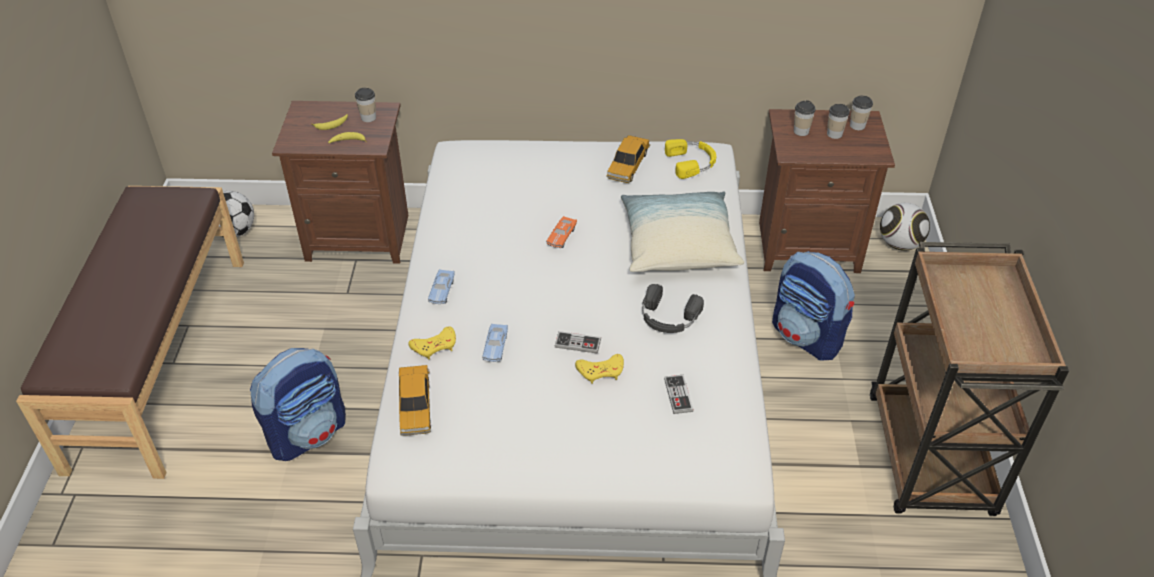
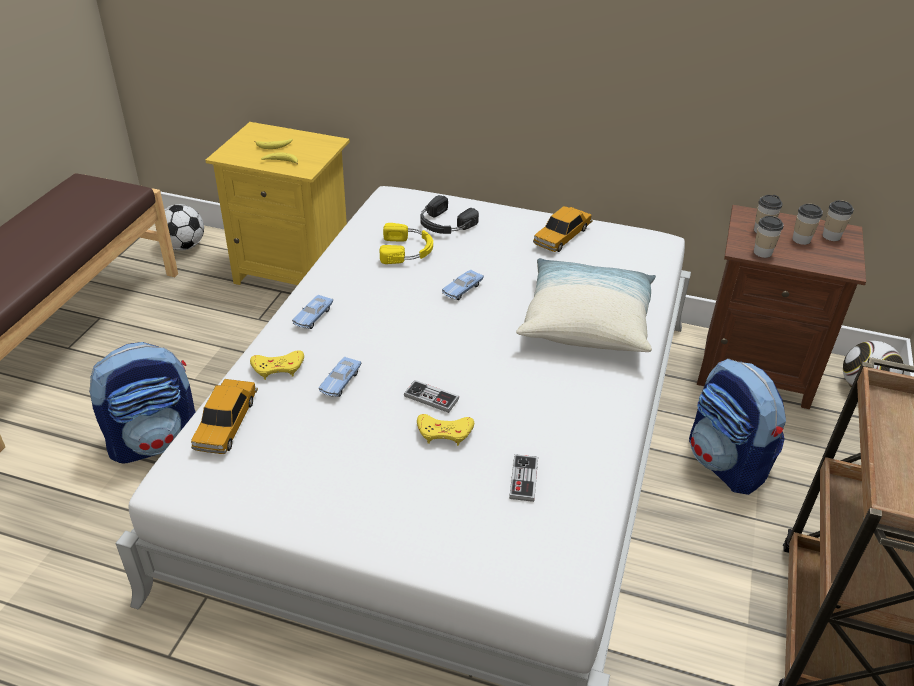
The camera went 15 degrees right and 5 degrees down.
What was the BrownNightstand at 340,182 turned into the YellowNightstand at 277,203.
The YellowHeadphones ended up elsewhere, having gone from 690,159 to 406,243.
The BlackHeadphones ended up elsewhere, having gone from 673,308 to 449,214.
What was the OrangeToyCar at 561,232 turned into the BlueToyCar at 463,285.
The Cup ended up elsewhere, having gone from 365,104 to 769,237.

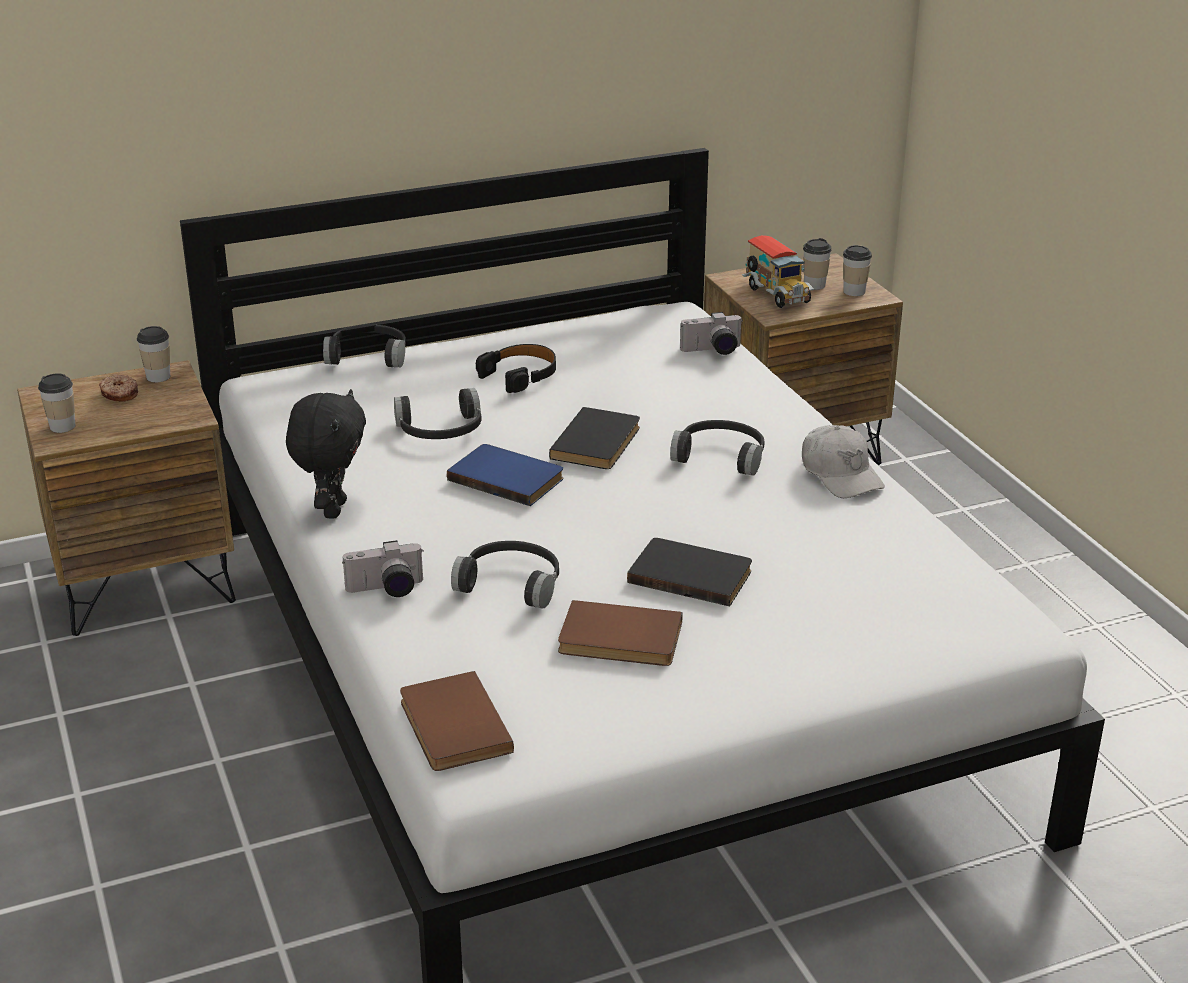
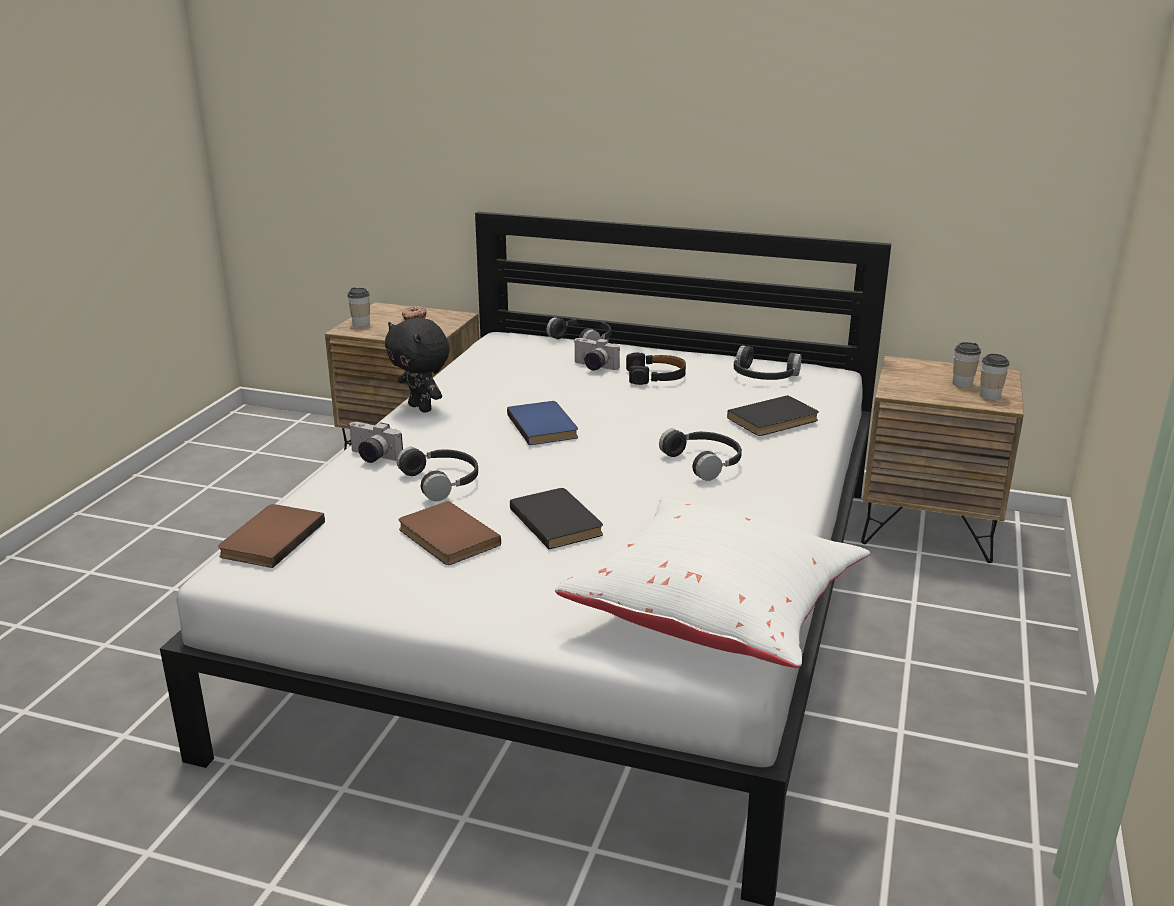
The camera went 40 degrees right and 5 degrees down.
The BlackPlushToy at 326,454 ended up facing another way, 90 degrees clockwise from before.
The second view gained the WhitePillow at 712,583.
The PhotoCamera ended up elsewhere, having gone from 711,333 to 596,354.
The BlackBook ended up elsewhere, having gone from 594,438 to 773,415.
The BlackHeadphones ended up elsewhere, having gone from 438,413 to 767,362.
The second view lost the Cup at 153,354.
The second view lost the ToyTruck at 778,271.
The second view lost the WhiteCap at 843,461.

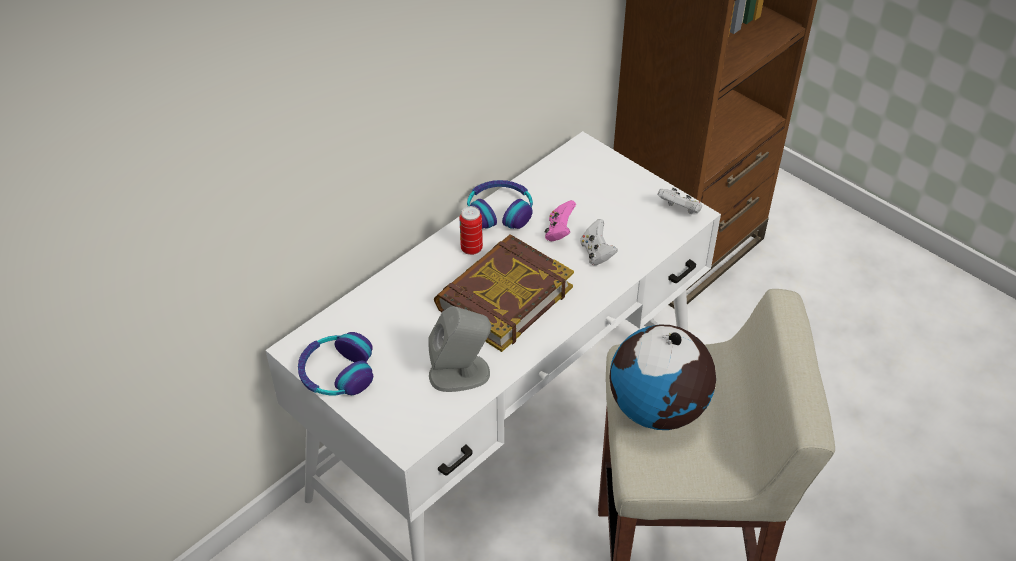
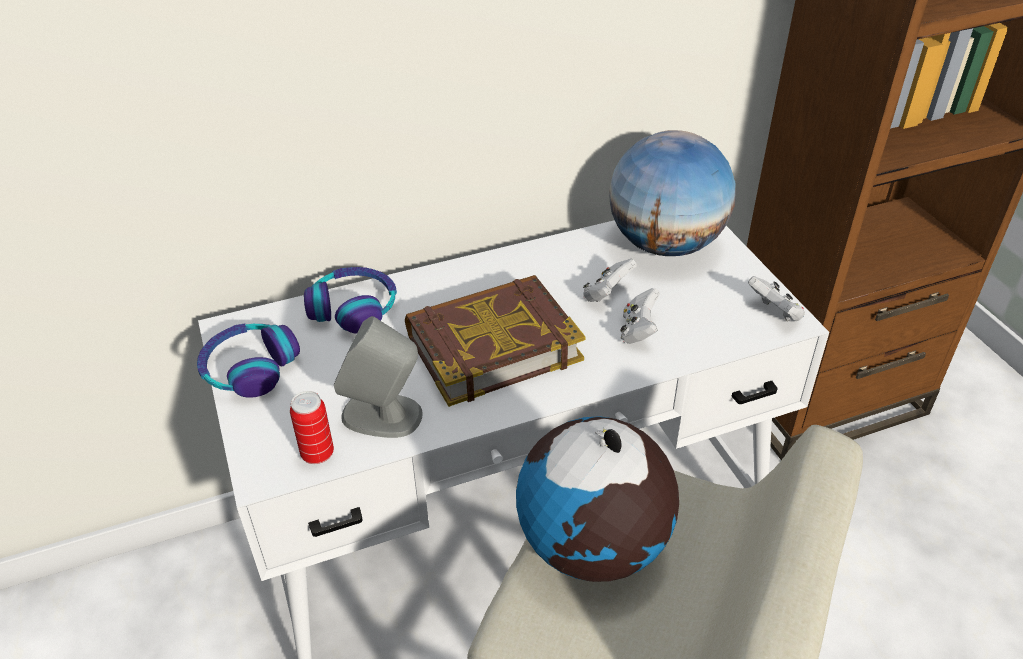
The camera went 25 degrees right and 5 degrees down.
The Can ended up elsewhere, having gone from 471,230 to 312,427.
The Headphones ended up elsewhere, having gone from 500,204 to 350,300.
What was the PinkGameController at 560,220 turned into the WhiteGameController at 610,280.
The second view gained the Globe at 672,193.

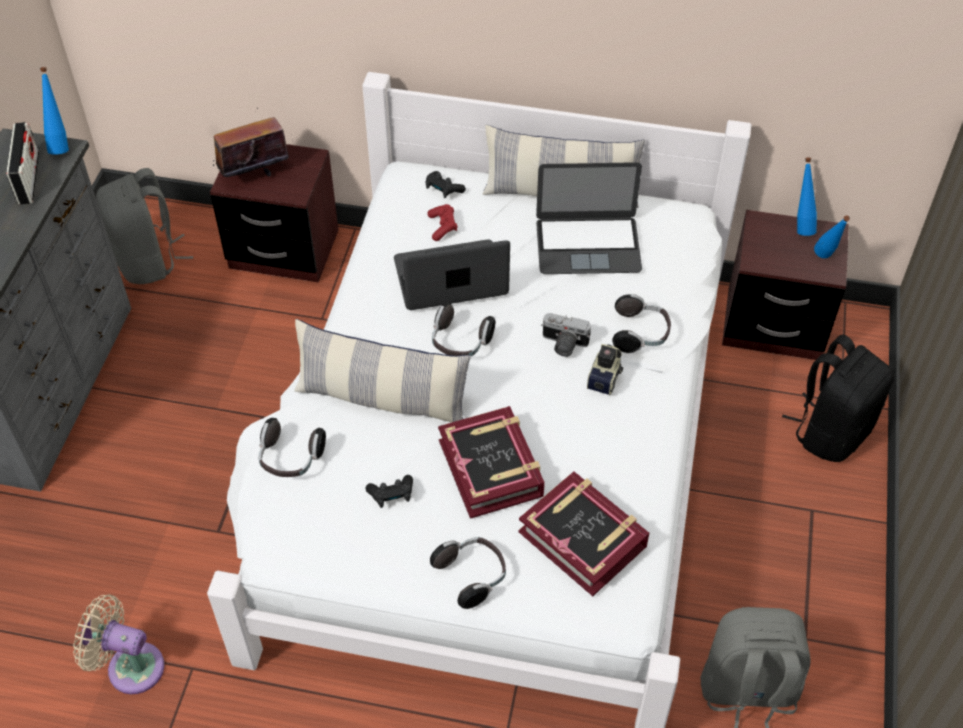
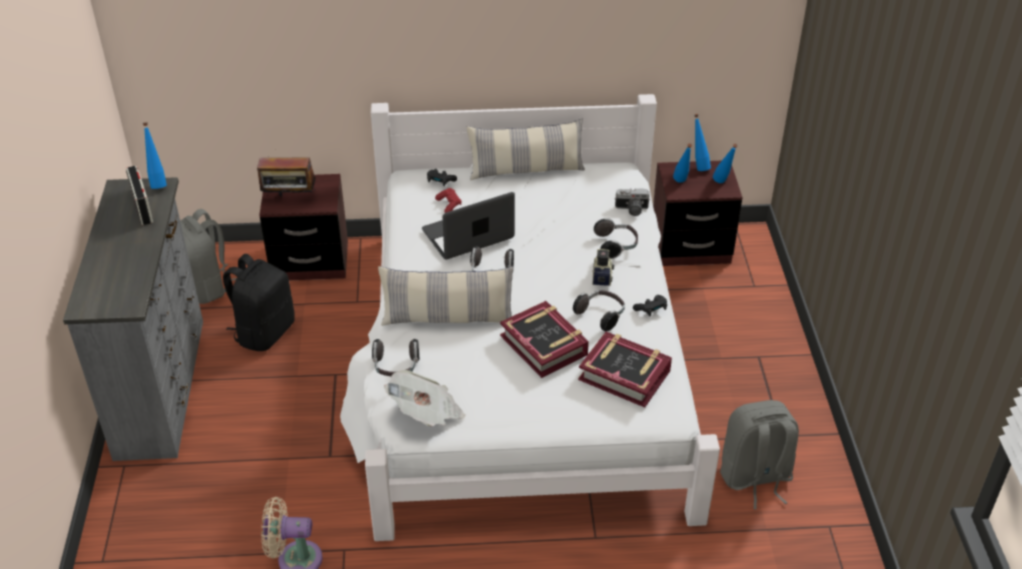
The camera went 15 degrees left and 10 degrees down.
The BlackBackpack ended up elsewhere, having gone from 838,398 to 259,302.
The Radio at 253,142 ended up facing another way, 135 degrees counterclockwise from before.
The second view gained the Newspaper at 424,398.
The Headphones ended up elsewhere, having gone from 468,573 to 599,310.
The PhotoCamera ended up elsewhere, having gone from 566,335 to 632,202.
The BlackGameController ended up elsewhere, having gone from 389,491 to 650,305.
The second view gained the BlueBottle at 682,163.
The second view lost the Laptop at 589,218.

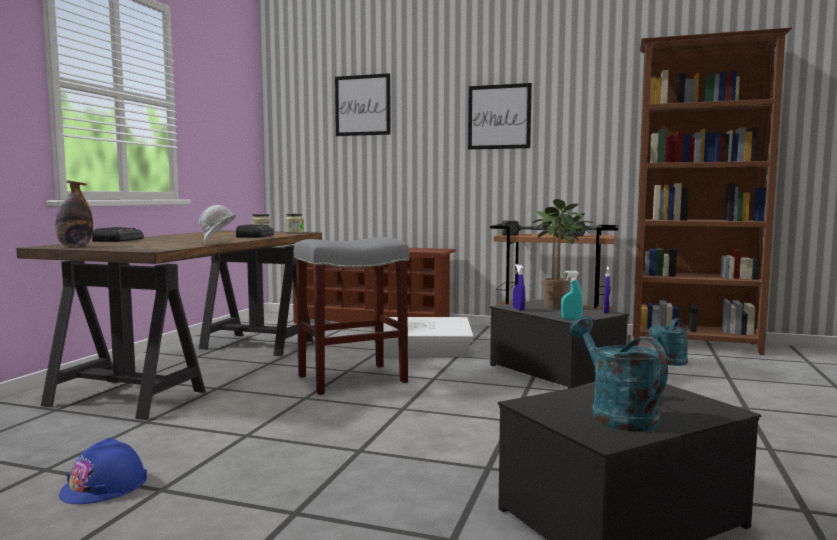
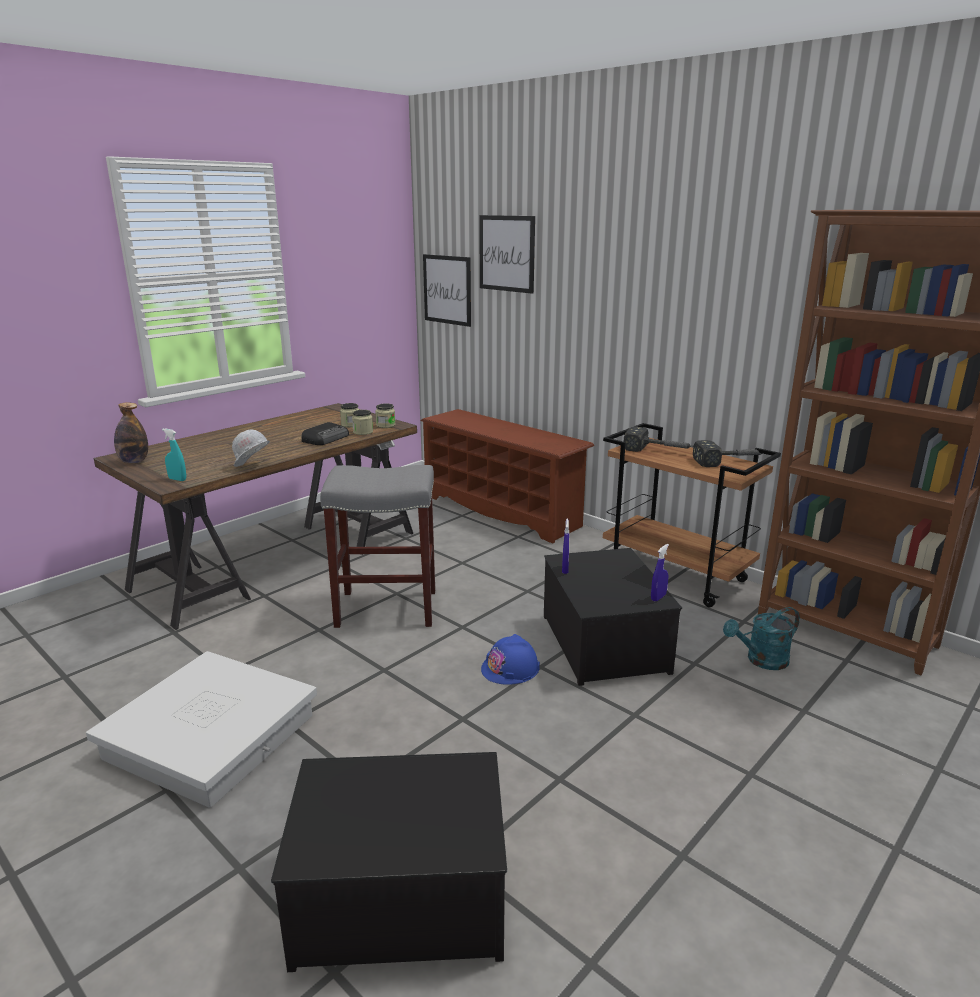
The camera went 25 degrees right and 15 degrees up.
The WhiteStorageBox ended up elsewhere, having gone from 423,337 to 201,729.
The TurquoiseSprayBottle ended up elsewhere, having gone from 572,295 to 174,454.
The second view gained the Jar at 362,422.
The Picture ended up elsewhere, having gone from 500,116 to 447,290.
The BlueHardHat ended up elsewhere, having gone from 103,471 to 510,659.
The second view lost the Radio at 118,234.
The second view lost the PottedPlant at 563,254.
The second view lost the TurquoiseWateringCan at 618,374.

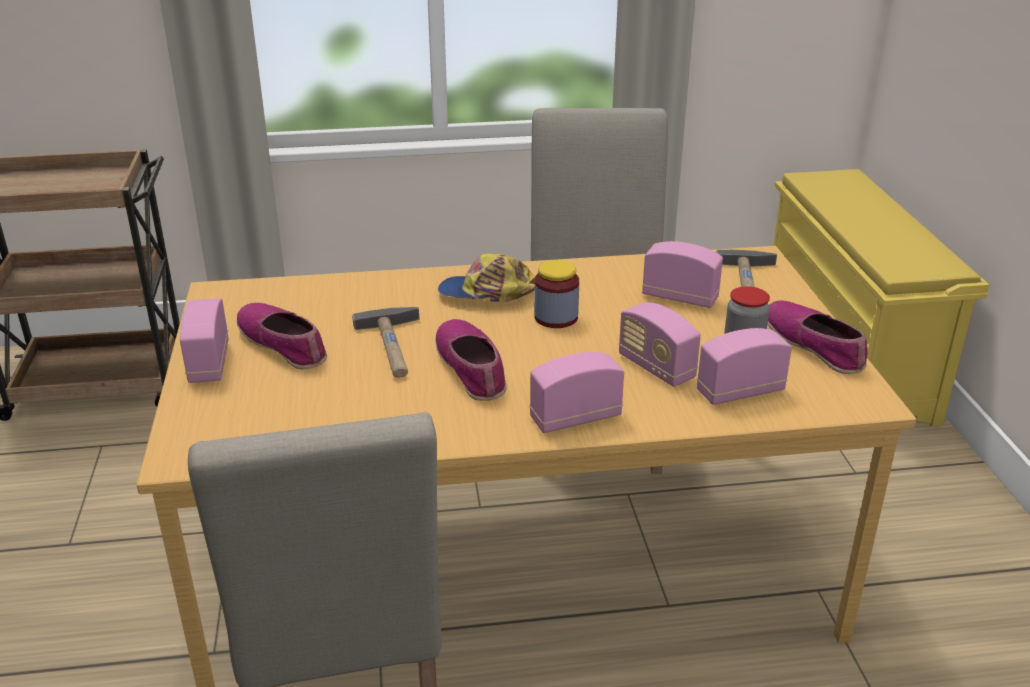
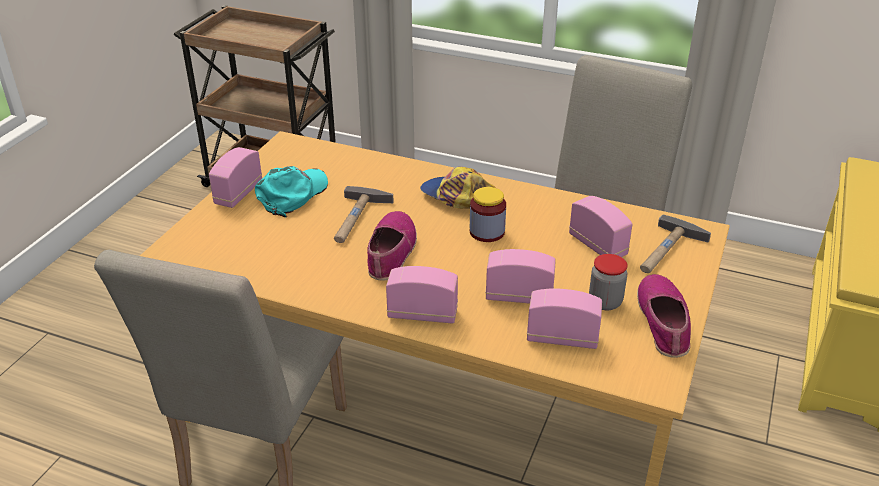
The camera went 30 degrees right and 5 degrees up.
Where the Shoe stood at 282,336, the TurquoiseCap came to stand at 291,191.
The Radio at 660,344 ended up facing another way, 105 degrees clockwise from before.

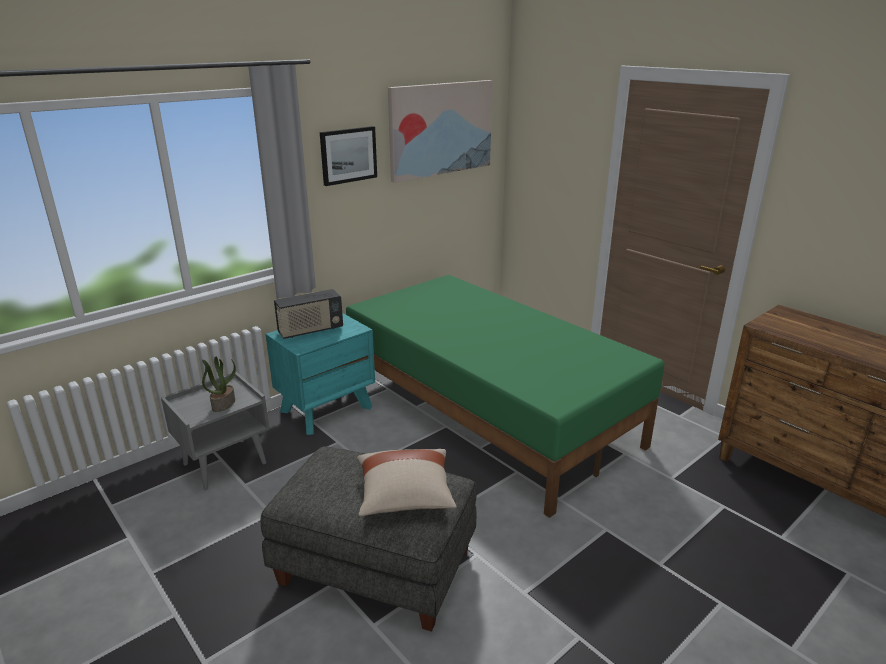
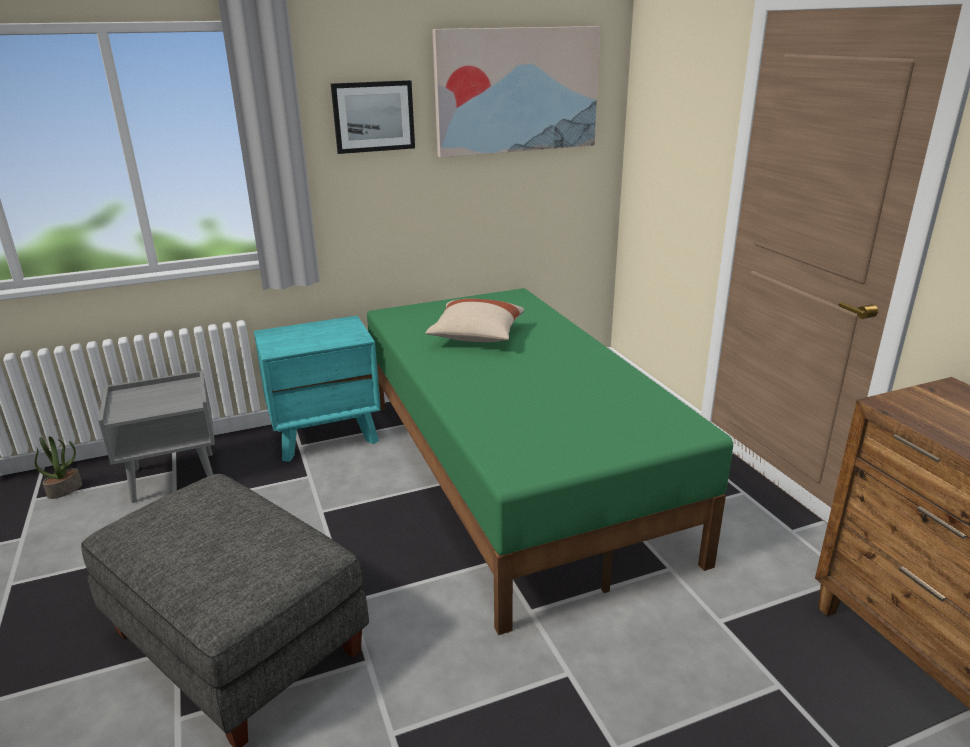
The camera went 20 degrees right and 0 degrees up.
The PottedPlant ended up elsewhere, having gone from 219,384 to 58,467.
The BeigePillow ended up elsewhere, having gone from 407,482 to 474,320.
The second view lost the Radio at 308,314.

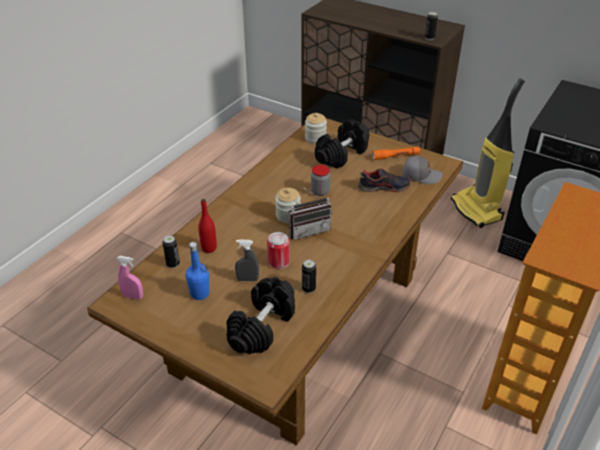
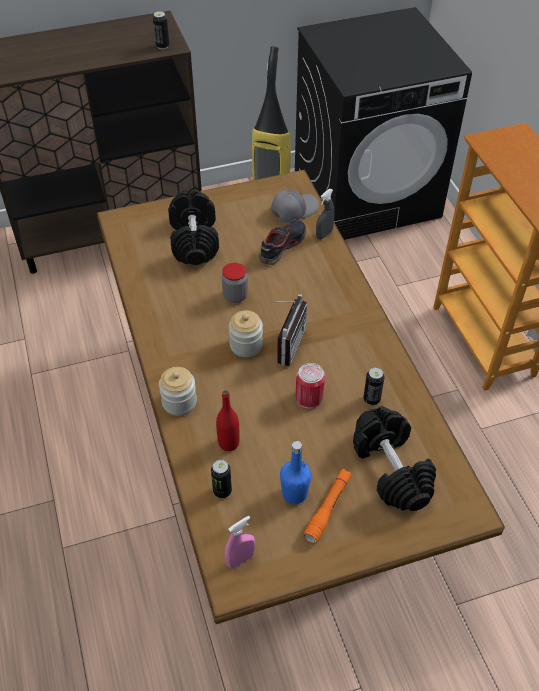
The camera went 50 degrees left and 10 degrees up.
The Jar ended up elsewhere, having gone from 316,128 to 178,391.
The OrangeFlashlight ended up elsewhere, having gone from 396,153 to 327,506.
The GreySprayBottle ended up elsewhere, having gone from 247,260 to 325,214.

